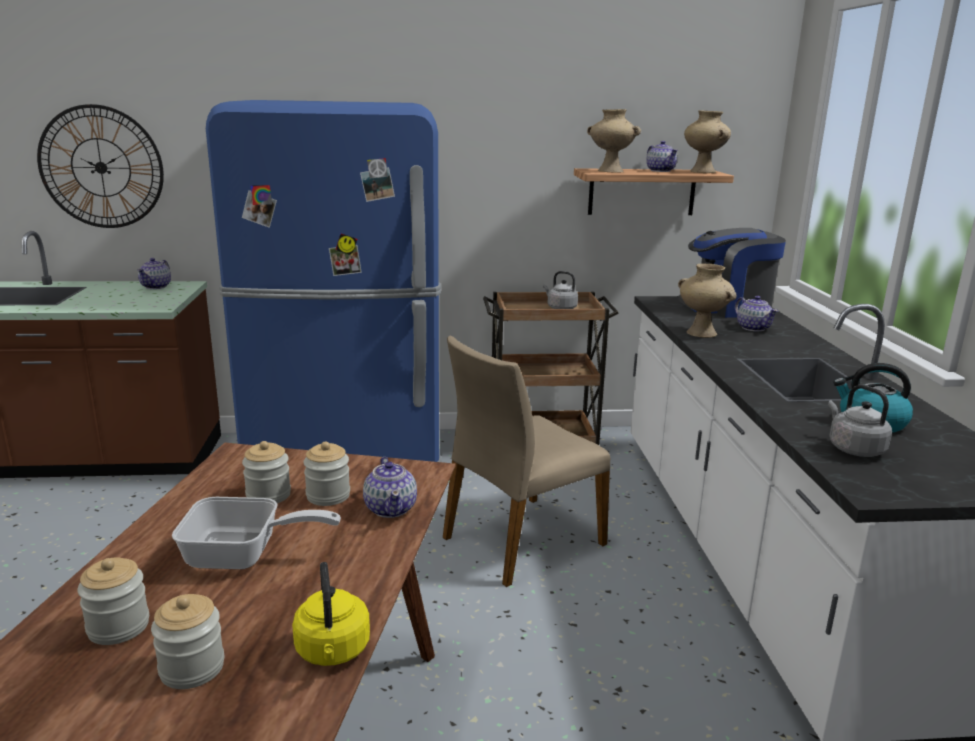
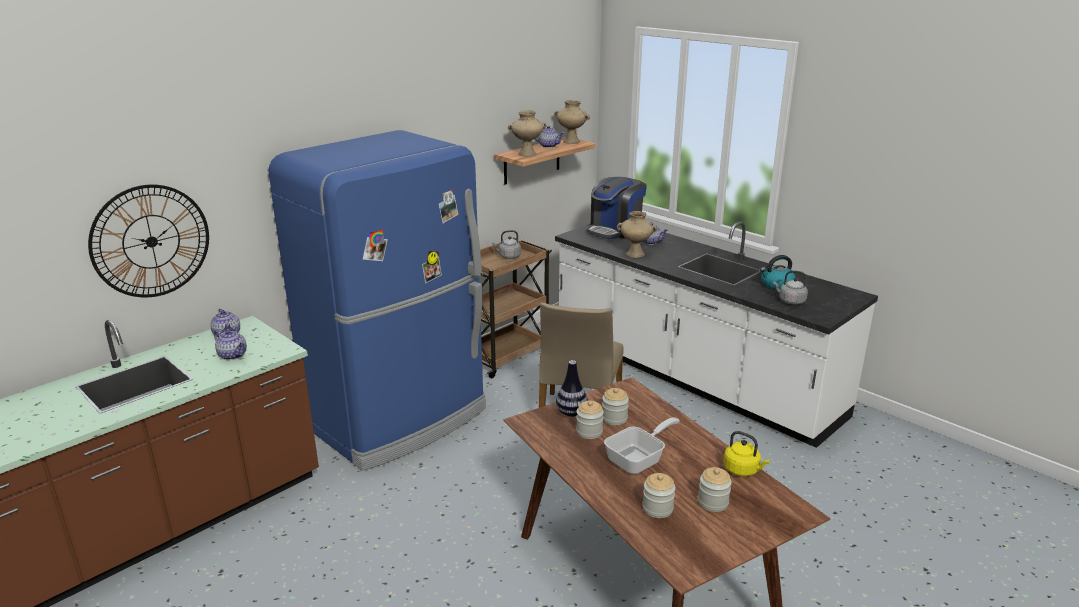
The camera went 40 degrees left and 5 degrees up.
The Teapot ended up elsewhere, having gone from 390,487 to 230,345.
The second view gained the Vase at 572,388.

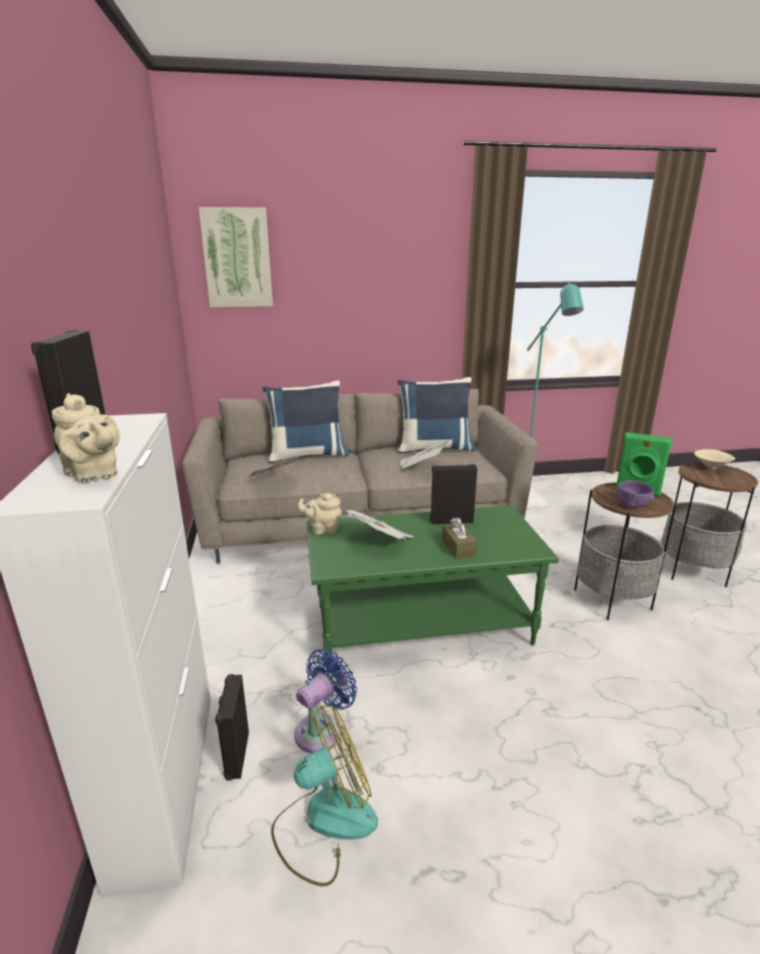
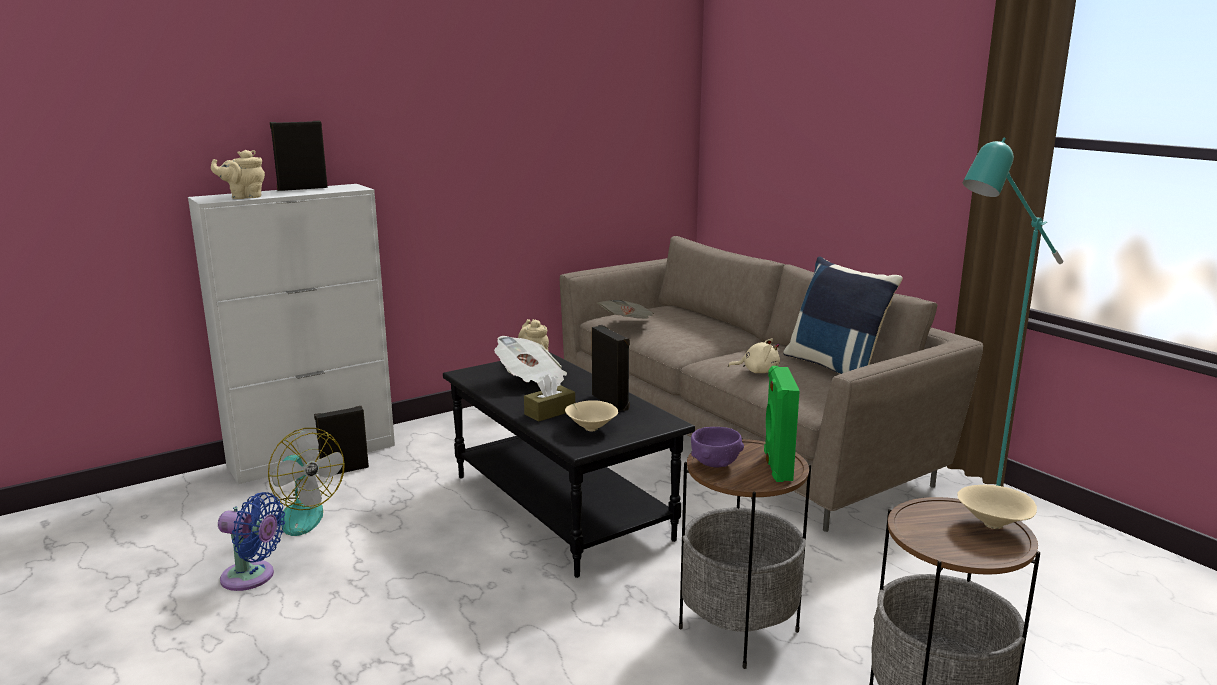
The camera went 65 degrees right and 5 degrees down.
The BeigeTeapot at 86,437 ended up facing another way, 45 degrees clockwise from before.
The BlueFan ended up elsewhere, having gone from 325,701 to 251,541.
What was the GreenCoffeeTable at 432,581 turned into the BlackCoffeeTable at 569,465.
The second view gained the BeigeBowl at 591,415.
Where the Newspaper stood at 425,454, the BeigePlushToy came to stand at 754,355.
The second view lost the Picture at 236,257.
The second view lost the BluePillow at 305,422.

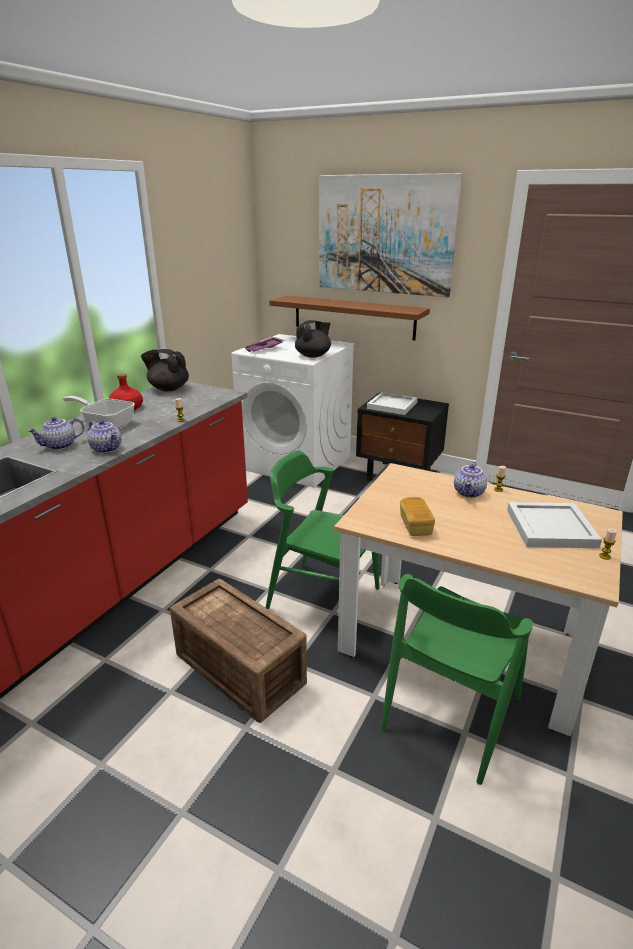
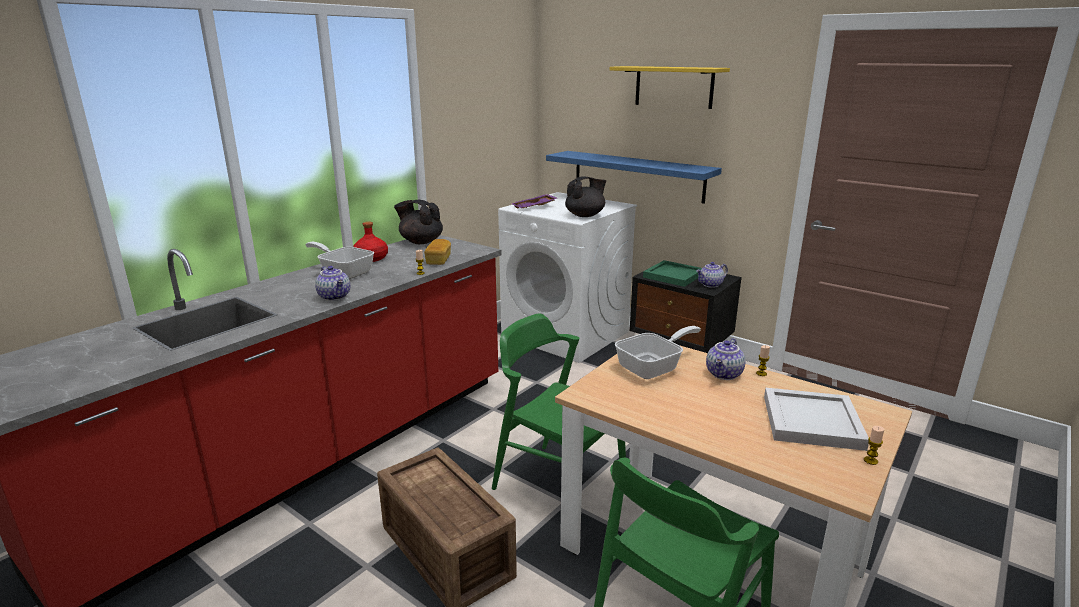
The camera went 10 degrees right and 5 degrees down.
The Bread ended up elsewhere, having gone from 417,516 to 437,252.
What was the BrownShelf at 349,317 turned into the BlueShelf at 634,177.
Where the Picture hung at 390,235, the YellowShelf came to hang at 669,87.
The second view gained the FryingPan at 658,352.
What was the WhiteTray at 392,403 turned into the GreenTray at 672,273.
The Teapot ended up elsewhere, having gone from 56,433 to 712,275.

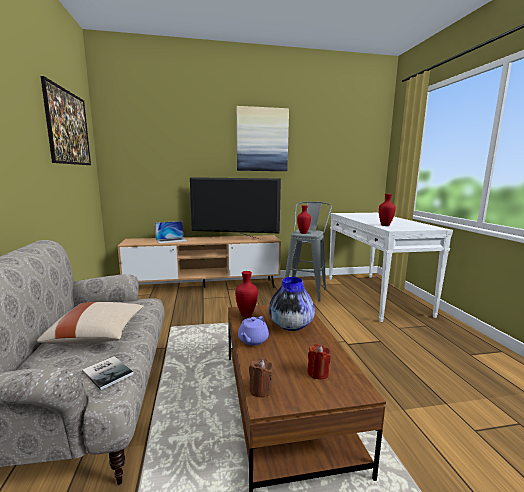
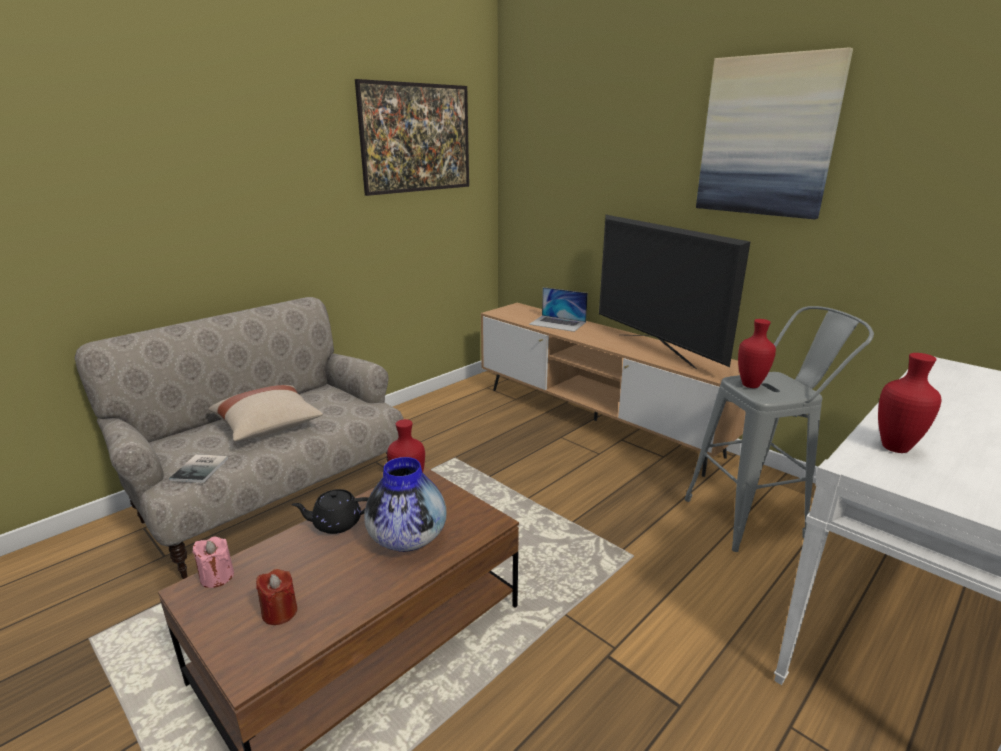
The camera went 55 degrees right and 10 degrees up.
What was the BrownCandle at 261,377 turned into the PinkCandle at 213,562.
What was the PurpleTeapot at 253,330 turned into the BlackTeapot at 330,511.

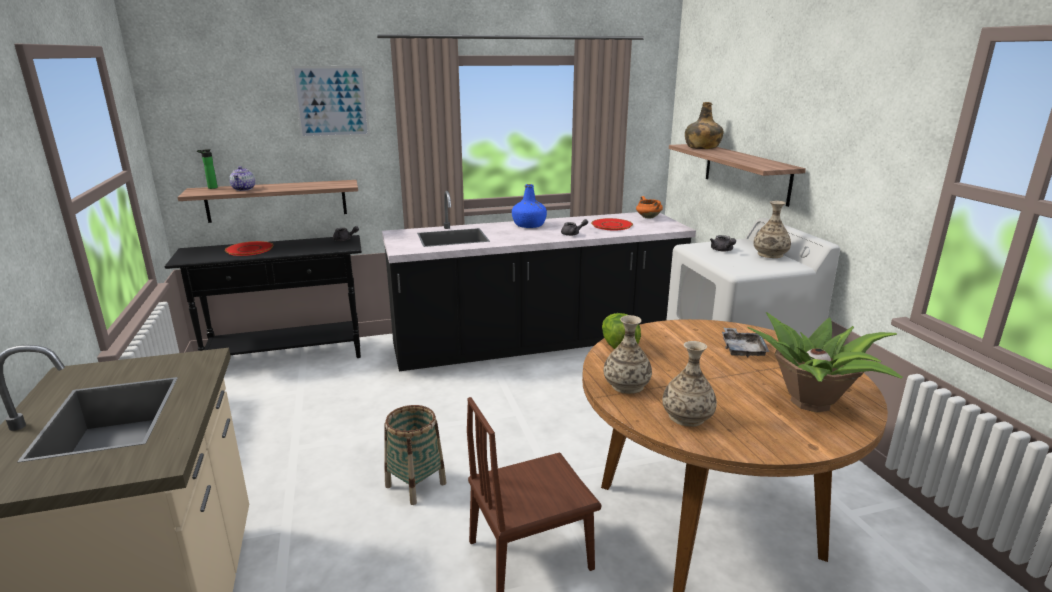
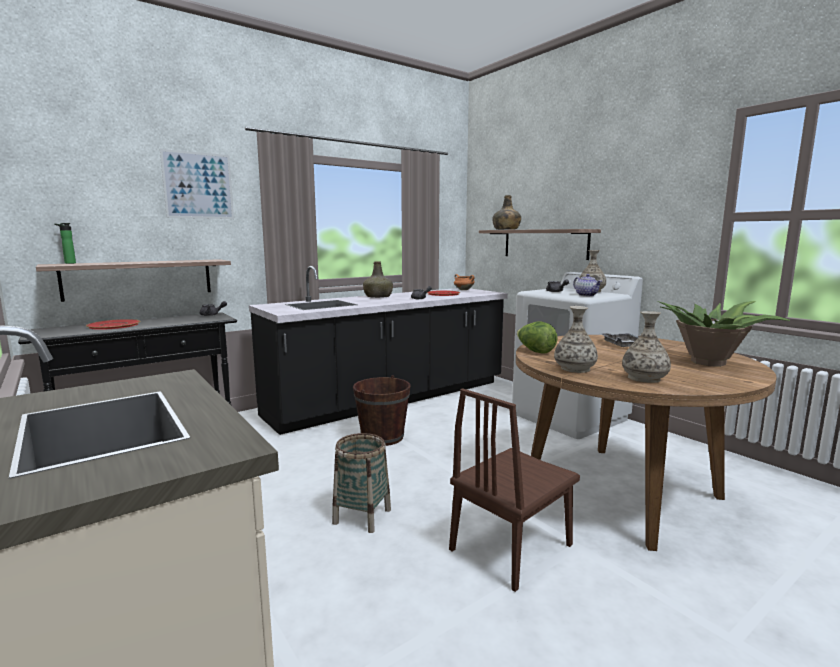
The camera went 20 degrees left and 10 degrees down.
The second view gained the BrownBucket at 382,410.
What was the BlueBottle at 529,206 turned into the GreenBottle at 378,279.
The Teapot ended up elsewhere, having gone from 242,178 to 587,285.

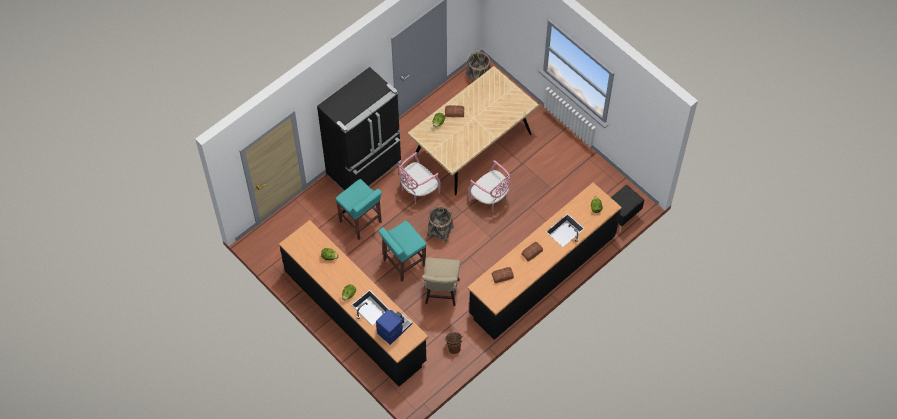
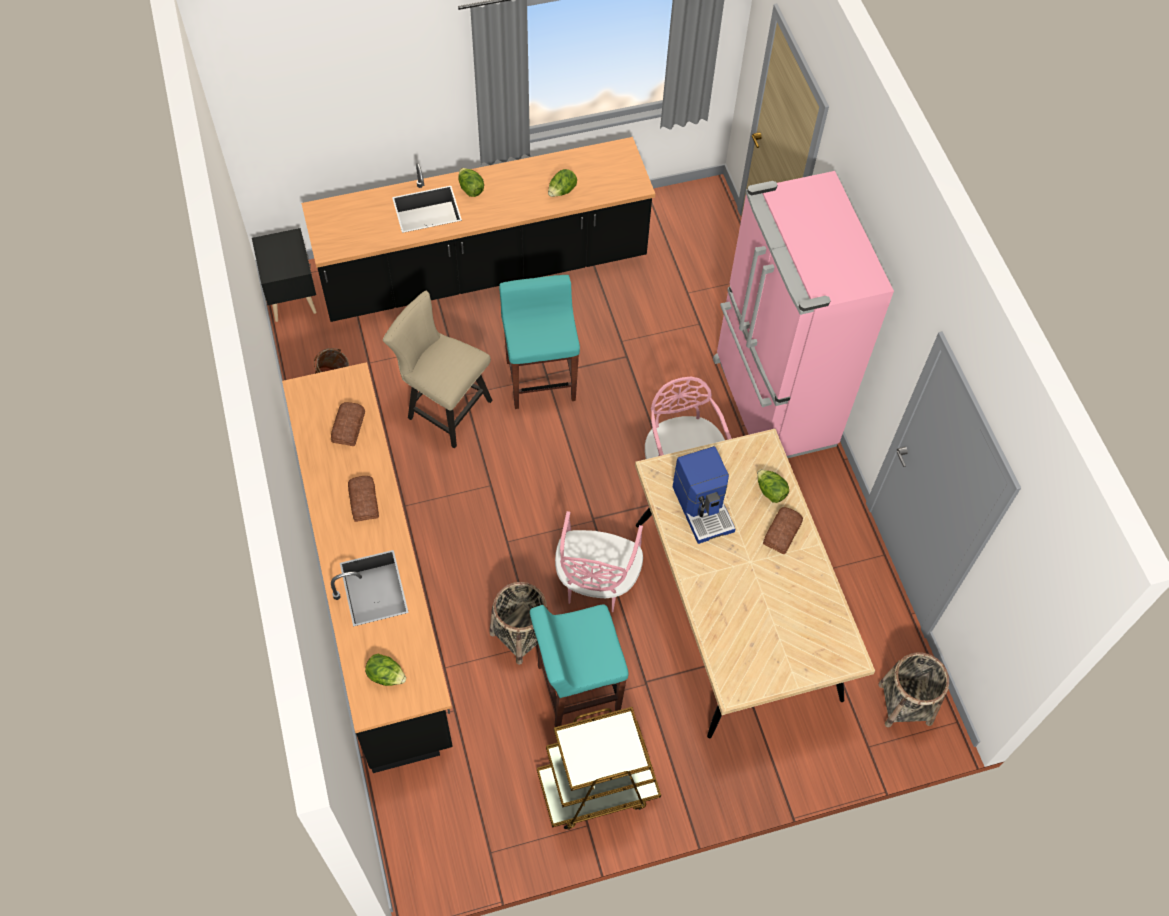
The camera went 115 degrees right and 0 degrees up.
The BlackNightstand ended up elsewhere, having gone from 627,208 to 284,275.
The Basket ended up elsewhere, having gone from 440,225 to 519,623.
The TurquoiseStool ended up elsewhere, having gone from 359,209 to 579,665.
The second view gained the BrownCart at 599,768.
The PinkChair at 489,186 ended up facing another way, 60 degrees counterclockwise from before.
The CoffeeMachine ended up elsewhere, having gone from 394,327 to 704,495.
What was the BlackFridge at 359,128 turned into the PinkFridge at 803,314.

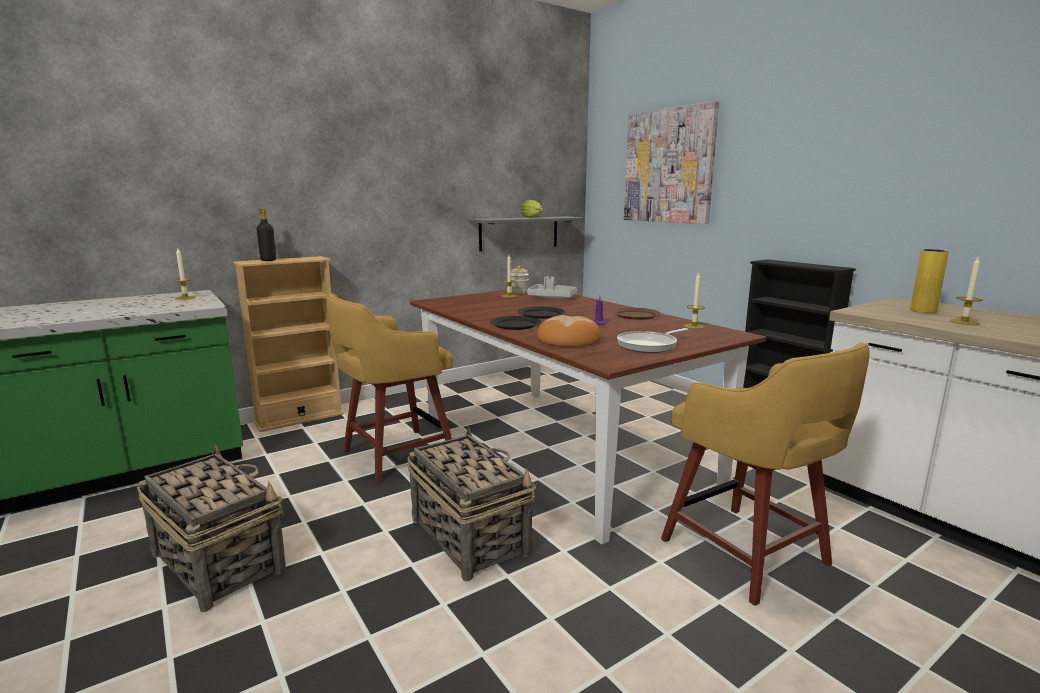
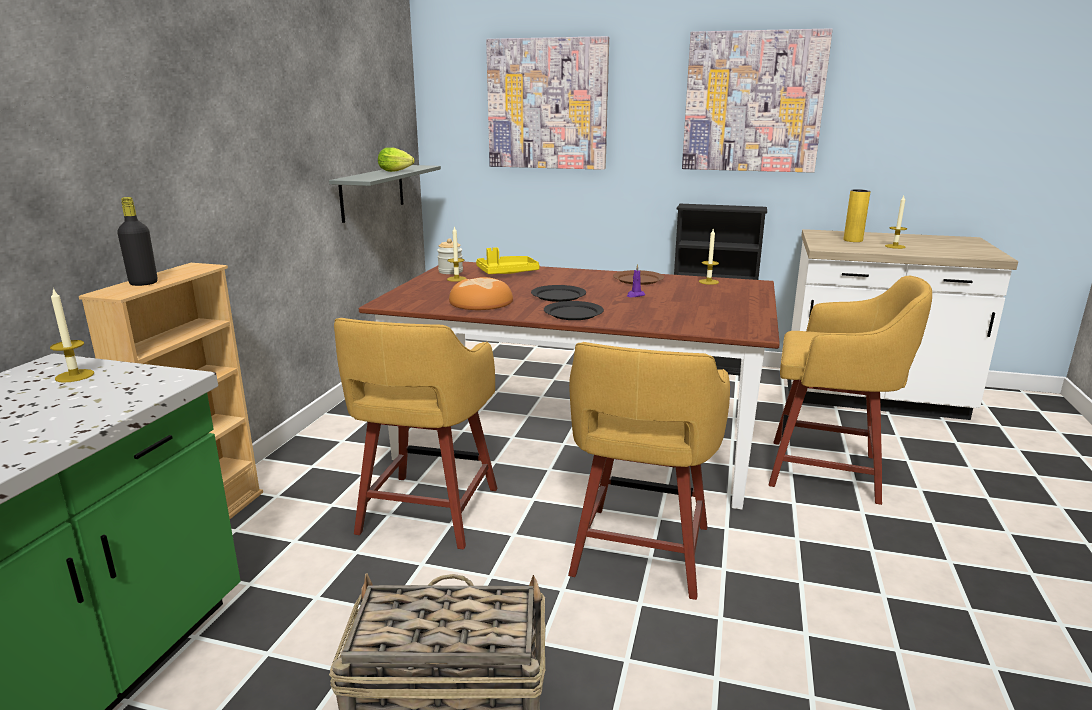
The camera went 40 degrees left and 5 degrees up.
The Bread ended up elsewhere, having gone from 569,331 to 481,293.
What was the GreyTray at 552,287 turned into the YellowTray at 508,260.
Where the Basket stood at 471,504, the YellowStool came to stand at 649,471.
The second view gained the Picture at 757,100.
The second view lost the FryingPan at 653,340.

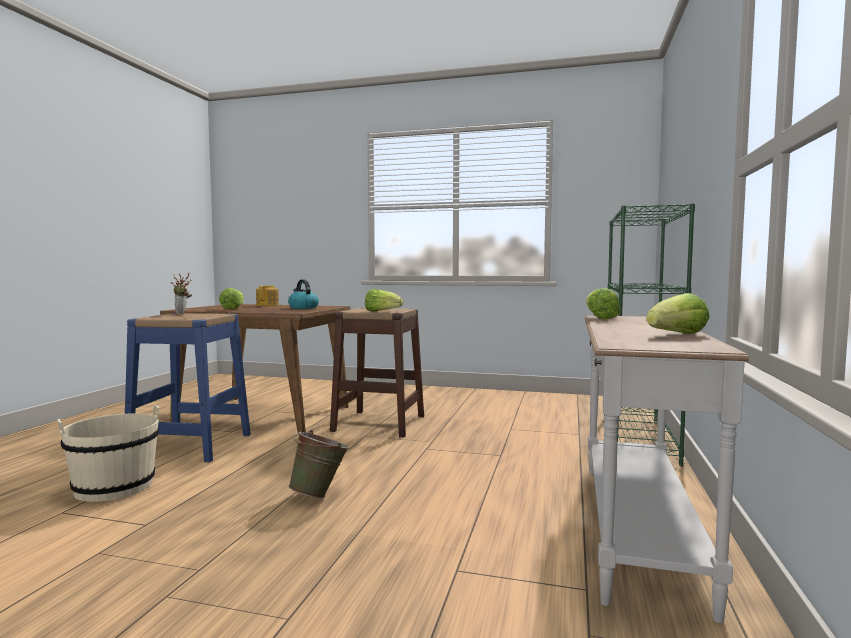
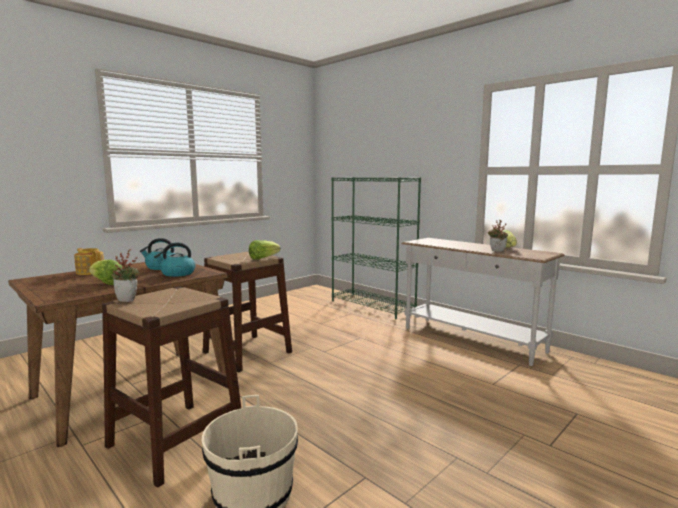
The camera went 60 degrees left and 5 degrees up.
What was the BlueStool at 188,387 turned into the BrownStool at 171,387.
The second view gained the Kettle at 175,259.
The second view gained the PottedPlant at 498,236.
The second view lost the GreenBucket at 318,464.
The second view lost the Lettuce at 603,303.

